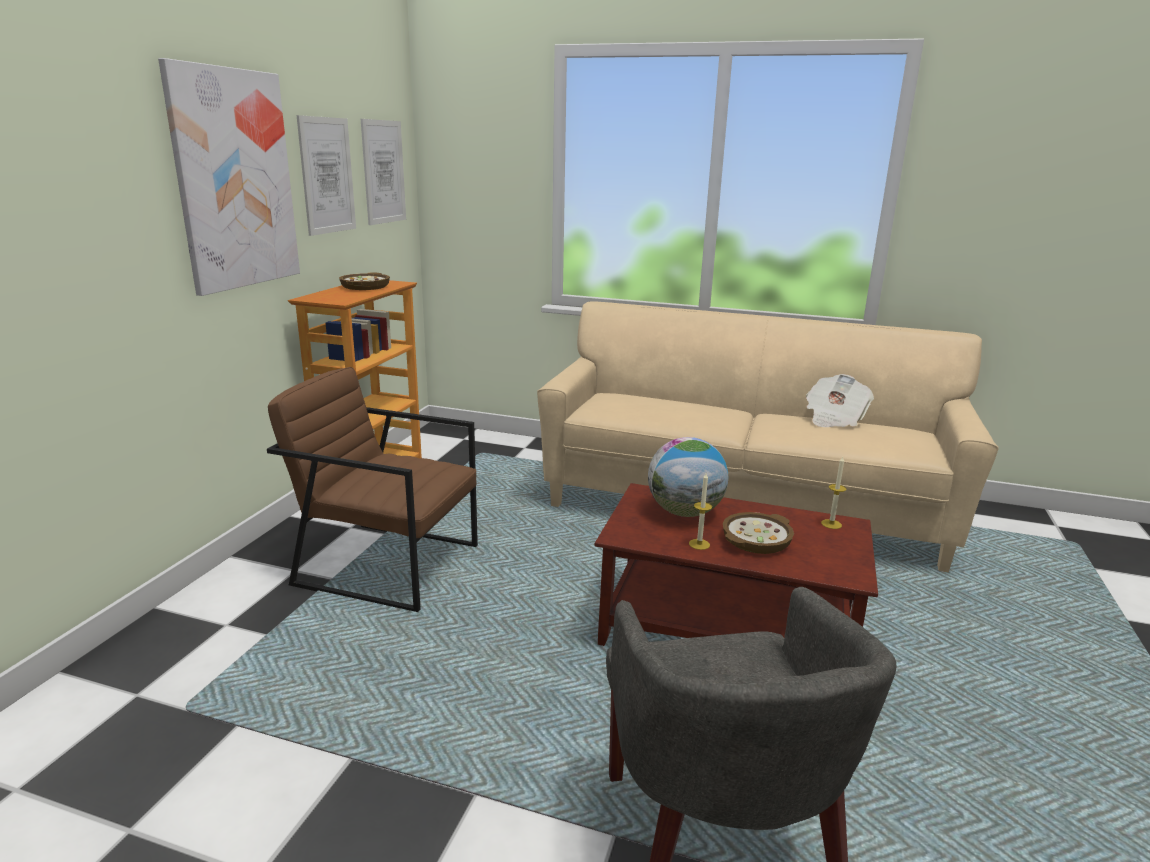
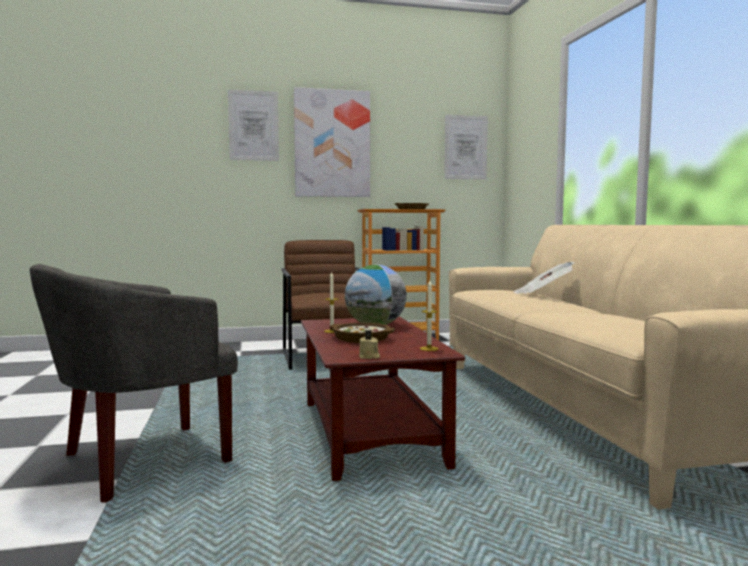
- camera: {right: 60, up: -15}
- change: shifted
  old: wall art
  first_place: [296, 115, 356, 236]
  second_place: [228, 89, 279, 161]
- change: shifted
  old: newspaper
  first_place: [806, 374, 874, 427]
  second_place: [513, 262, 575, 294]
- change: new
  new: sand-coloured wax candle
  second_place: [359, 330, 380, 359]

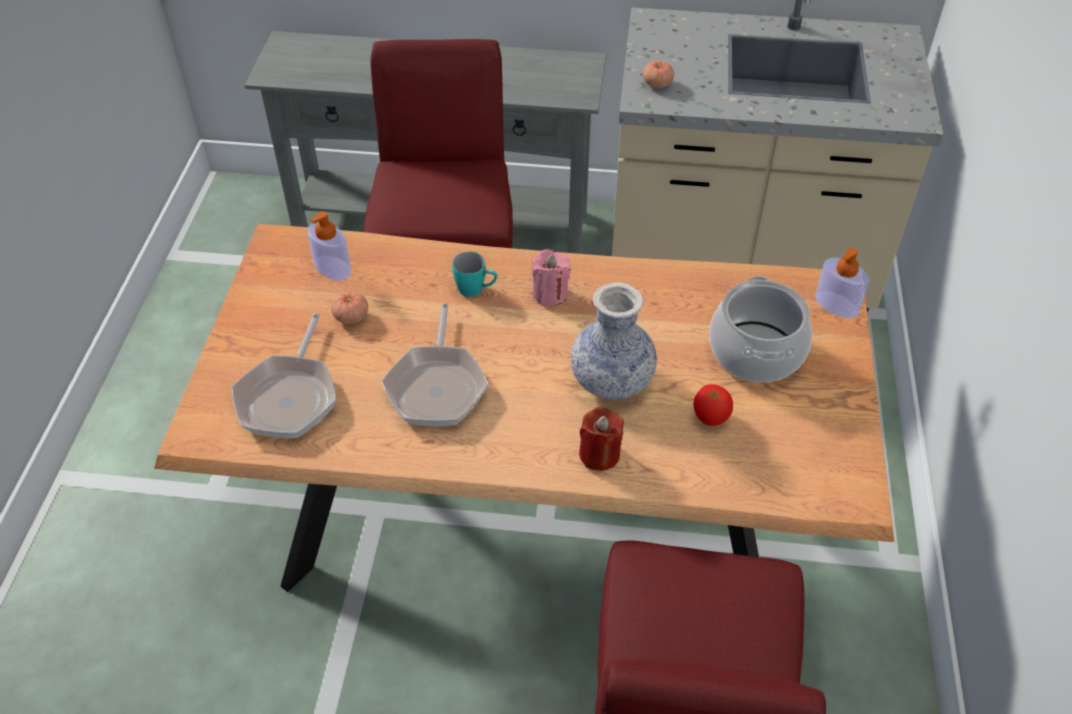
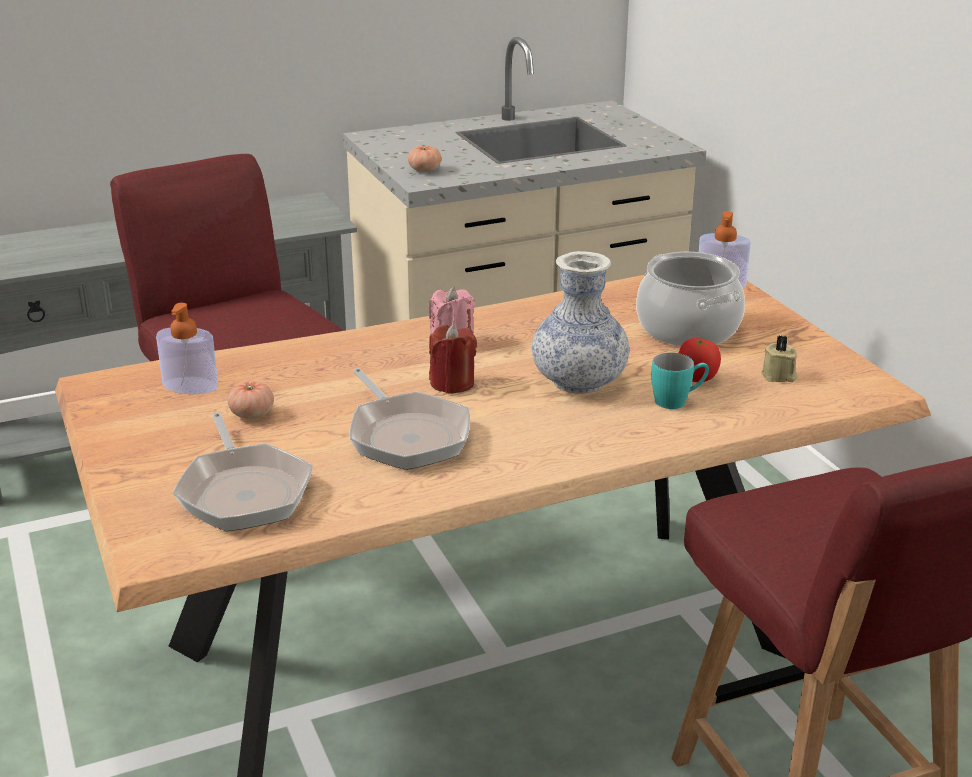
- camera: {right: -30, up: -20}
- change: shifted
  old: blue-green tea mug
  first_place: [452, 252, 497, 297]
  second_place: [651, 353, 709, 409]
- change: shifted
  old: red-coloured wax candle
  first_place: [579, 407, 624, 471]
  second_place: [429, 324, 477, 394]
- change: new
  new: sand-coloured wax candle
  second_place: [761, 335, 798, 382]

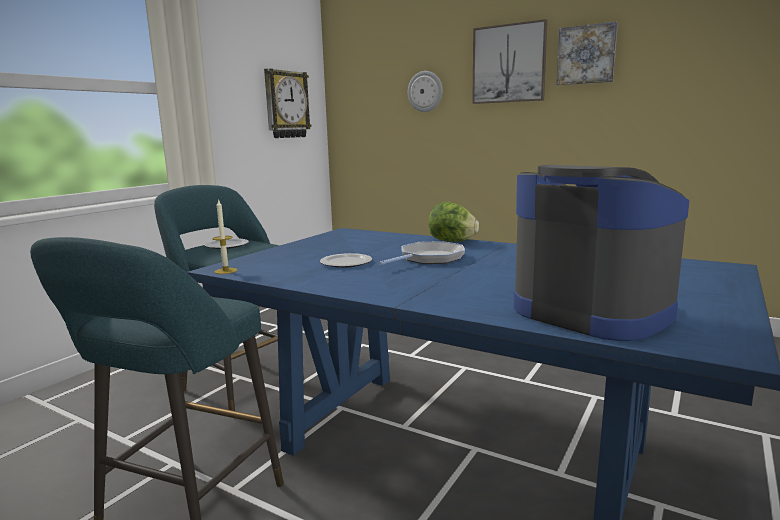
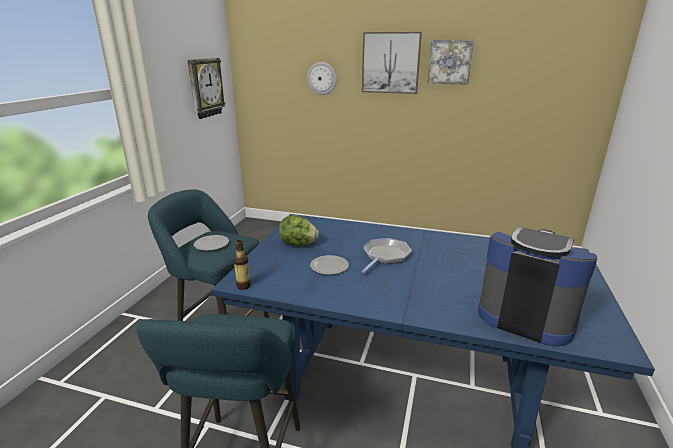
- camera: {right: -15, up: 10}
- change: swapped
  old: wax candle
  new: bottle
  first_place: [212, 199, 237, 274]
  second_place: [234, 240, 251, 290]
- change: shifted
  old: head of lettuce
  first_place: [429, 202, 479, 242]
  second_place: [279, 215, 319, 246]

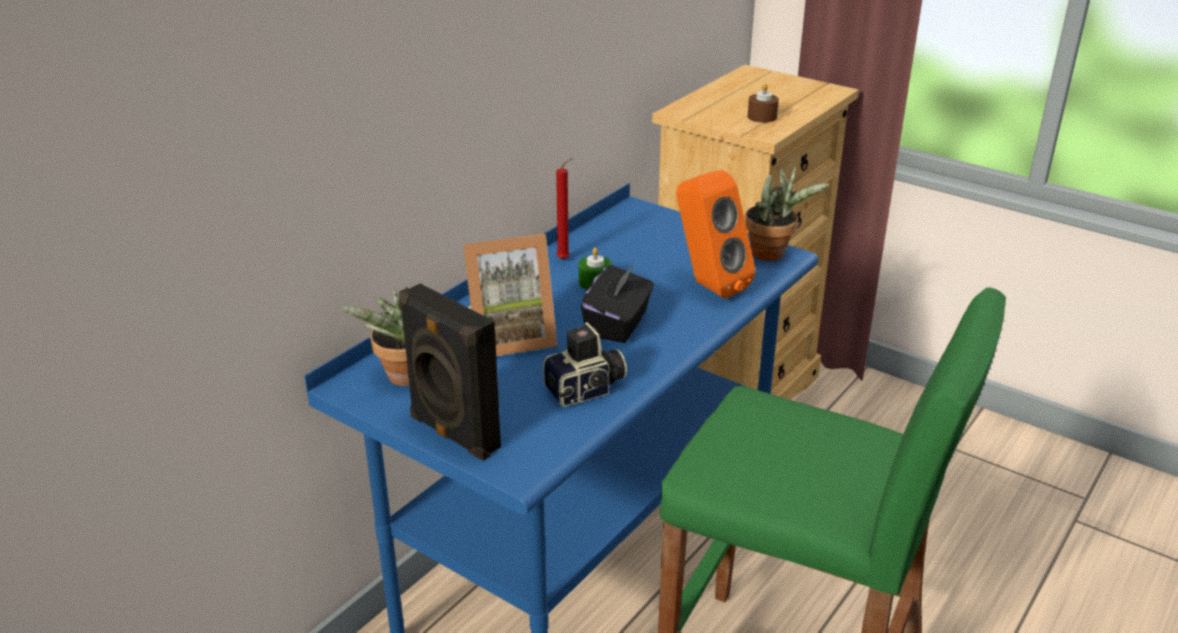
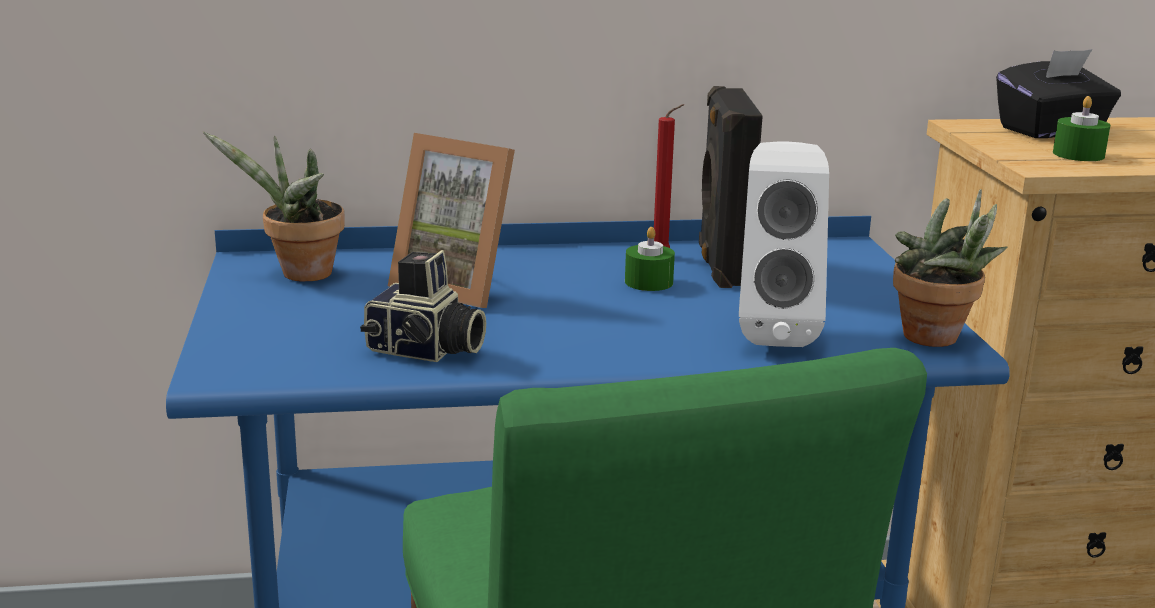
- camera: {right: 45, up: -10}
- change: shifted
  old: blackish audio speaker
  first_place: [399, 283, 501, 461]
  second_place: [699, 86, 763, 288]
- change: shifted
  old: blackish box of tissues
  first_place: [581, 264, 654, 343]
  second_place: [996, 49, 1121, 138]
- change: repainted
  old: orangey audio speaker
  new: whitish audio speaker
  first_place: [676, 170, 756, 299]
  second_place: [739, 142, 829, 347]
- change: repainted
  old: brown wax candle
  new: green wax candle
  first_place: [748, 83, 779, 123]
  second_place: [1053, 96, 1111, 161]

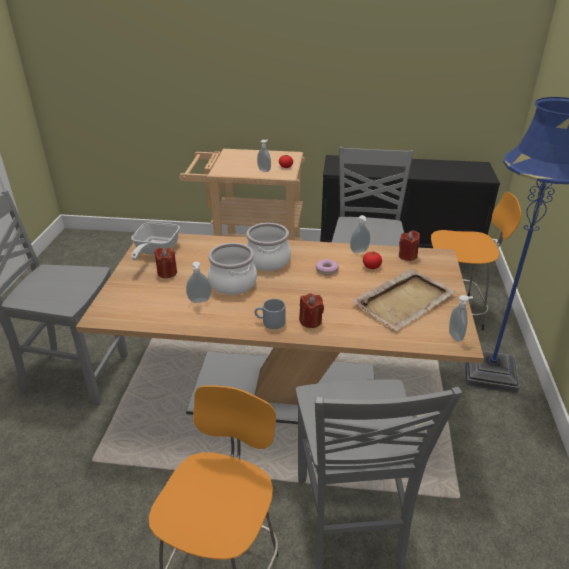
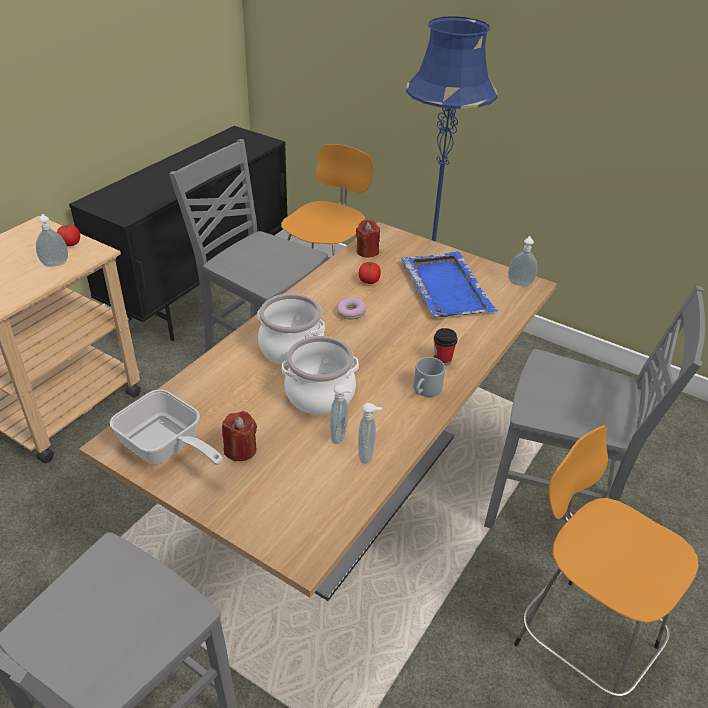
- camera: {right: -65, up: 5}
- change: swapped
  old: red-coloured wax candle
  new: cup
  first_place: [299, 293, 324, 328]
  second_place: [434, 328, 457, 366]
- change: shifted
  old: soap dispenser
  first_place: [350, 215, 370, 253]
  second_place: [358, 403, 382, 464]
- change: repainted
  old: sand-coloured carrying tray
  new: blue-coloured carrying tray
  first_place: [353, 268, 456, 331]
  second_place: [401, 252, 498, 317]

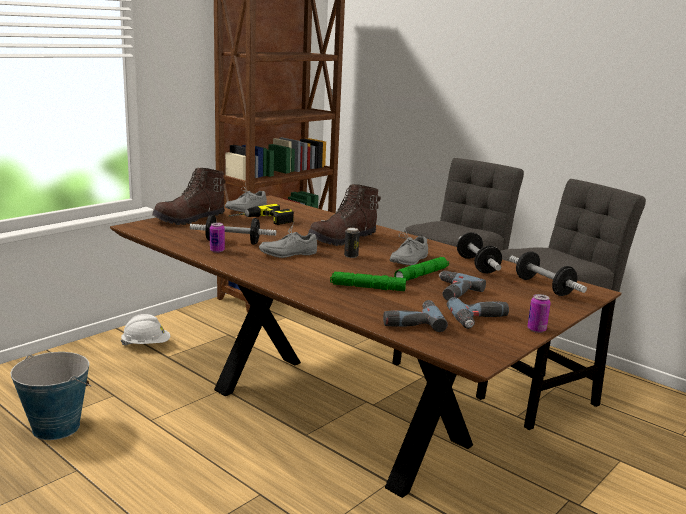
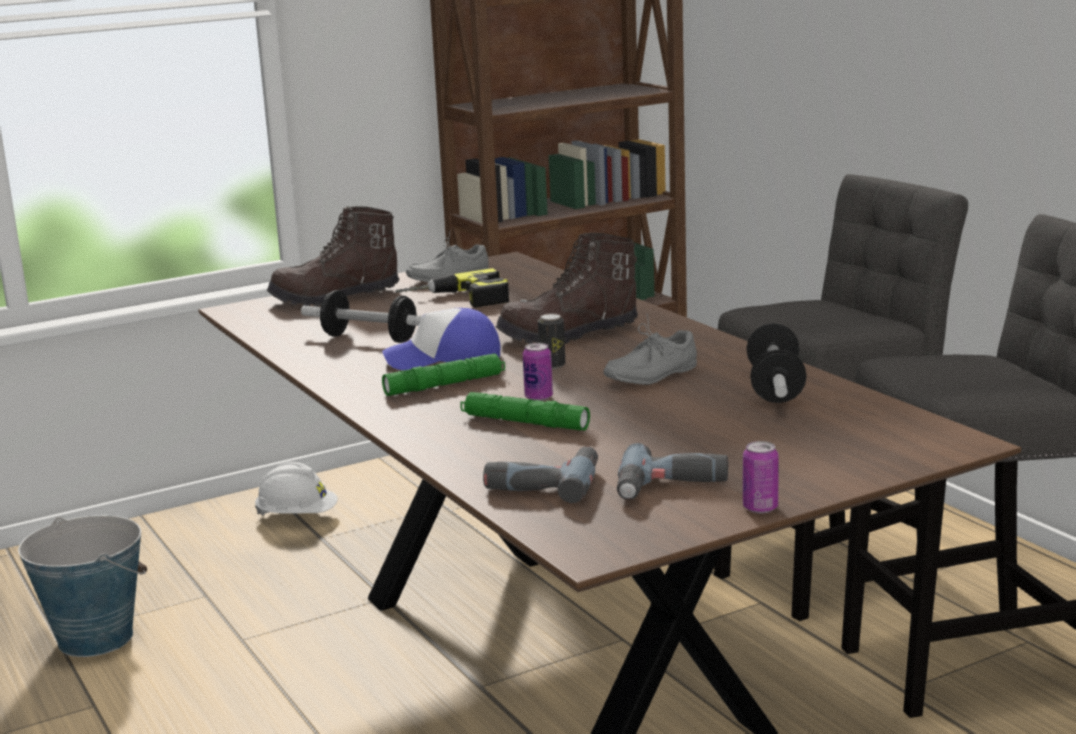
- camera: {right: 20, up: 0}
- change: shifted
  old: can
  first_place: [210, 223, 225, 253]
  second_place: [523, 343, 553, 401]
- change: swapped
  old: gray item of footwear
  new: baseball cap
  first_place: [259, 223, 317, 258]
  second_place: [382, 308, 501, 370]
- change: shifted
  old: green hand torch
  first_place: [394, 257, 449, 281]
  second_place: [382, 354, 505, 396]
- change: gone
  old: power drill
  first_place: [439, 270, 486, 301]
- change: gone
  old: free weight
  first_place: [509, 251, 587, 296]

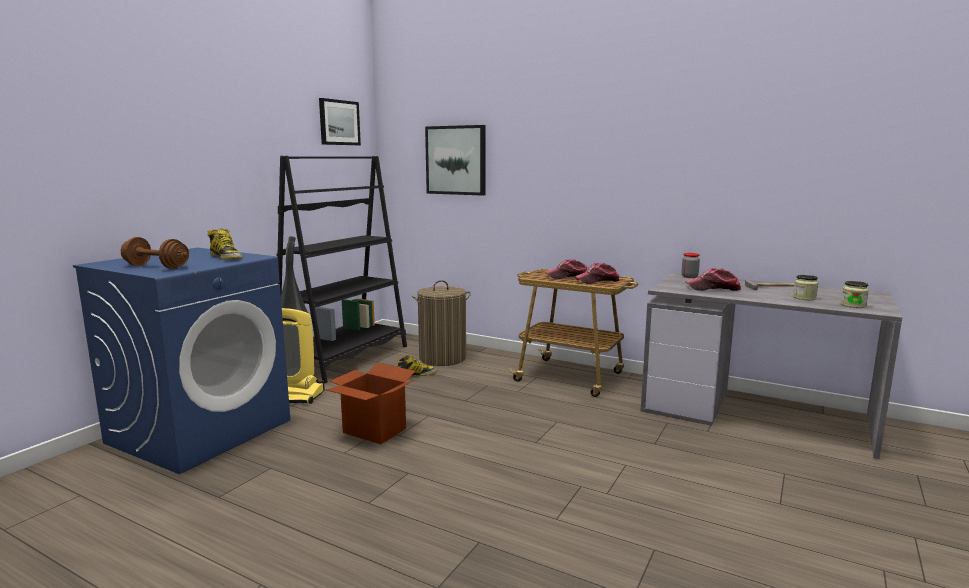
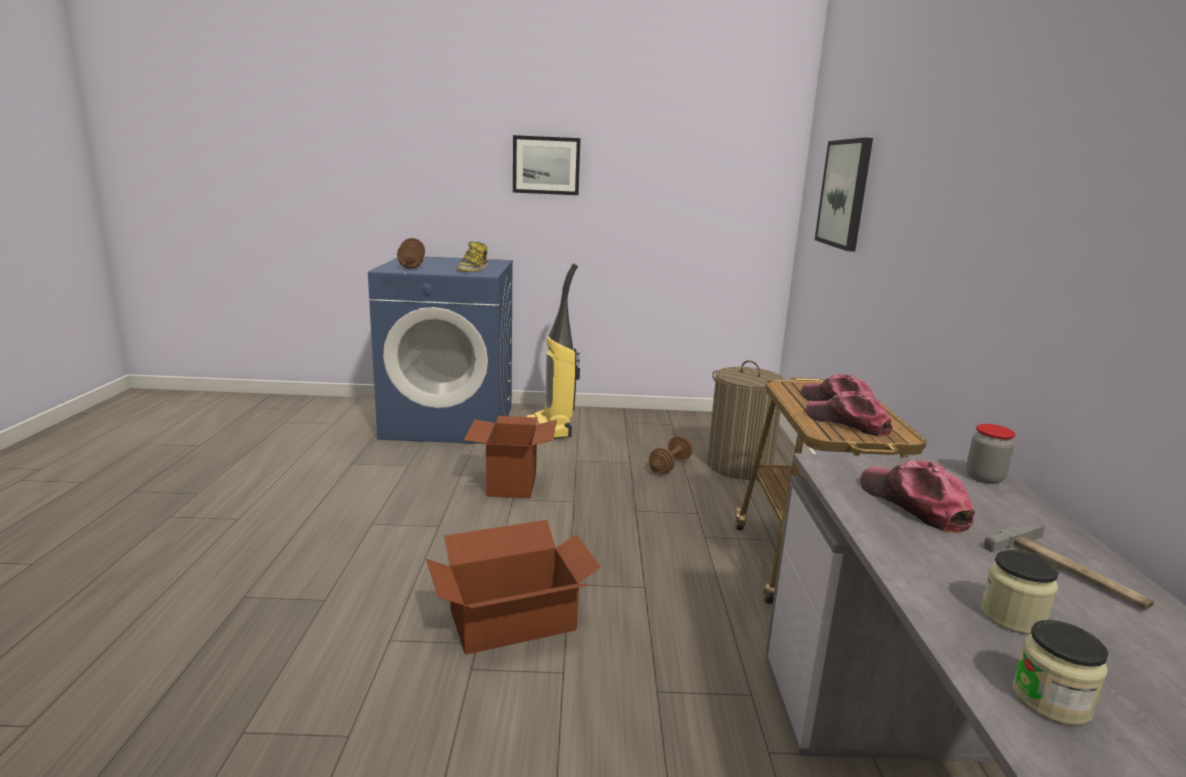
- camera: {right: 60, up: 5}
- change: gone
  old: blackish shelving unit
  first_place: [276, 156, 407, 383]
- change: shifted
  old: wall art
  first_place: [319, 98, 361, 145]
  second_place: [513, 135, 581, 195]
- change: swapped
  old: boot
  new: brown free weight
  first_place: [397, 355, 437, 377]
  second_place: [649, 436, 693, 474]
- change: new
  new: cardboard box
  second_place: [426, 520, 600, 655]

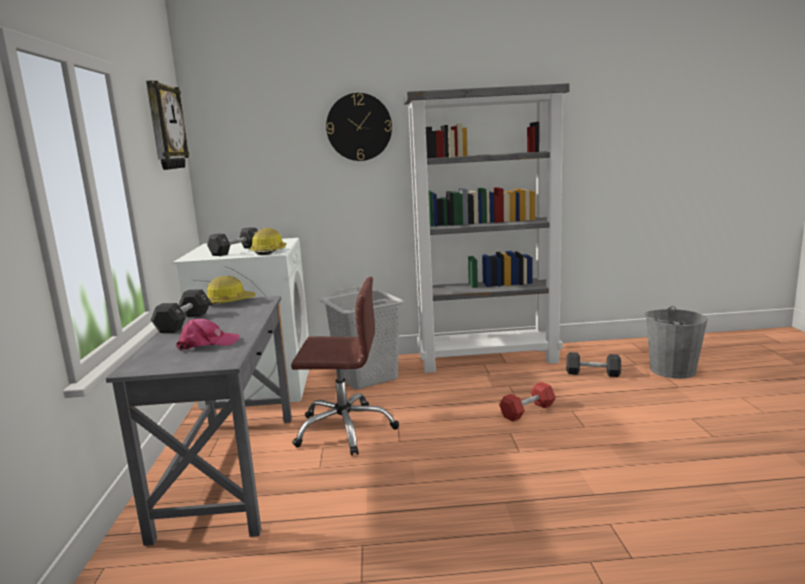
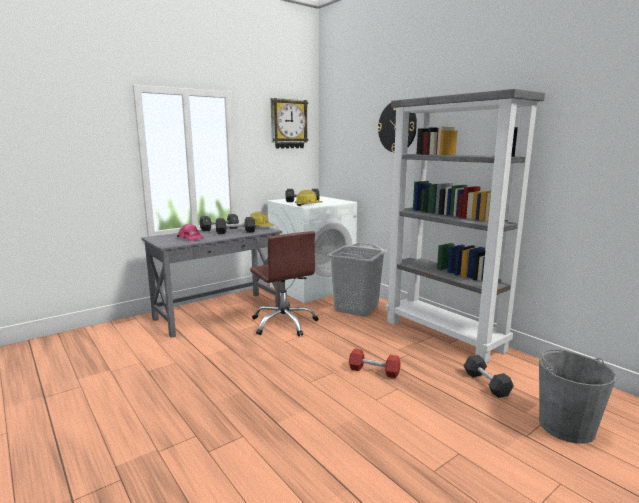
- camera: {right: 55, up: 0}
- change: new
  new: blackish free weight
  second_place: [216, 217, 255, 234]

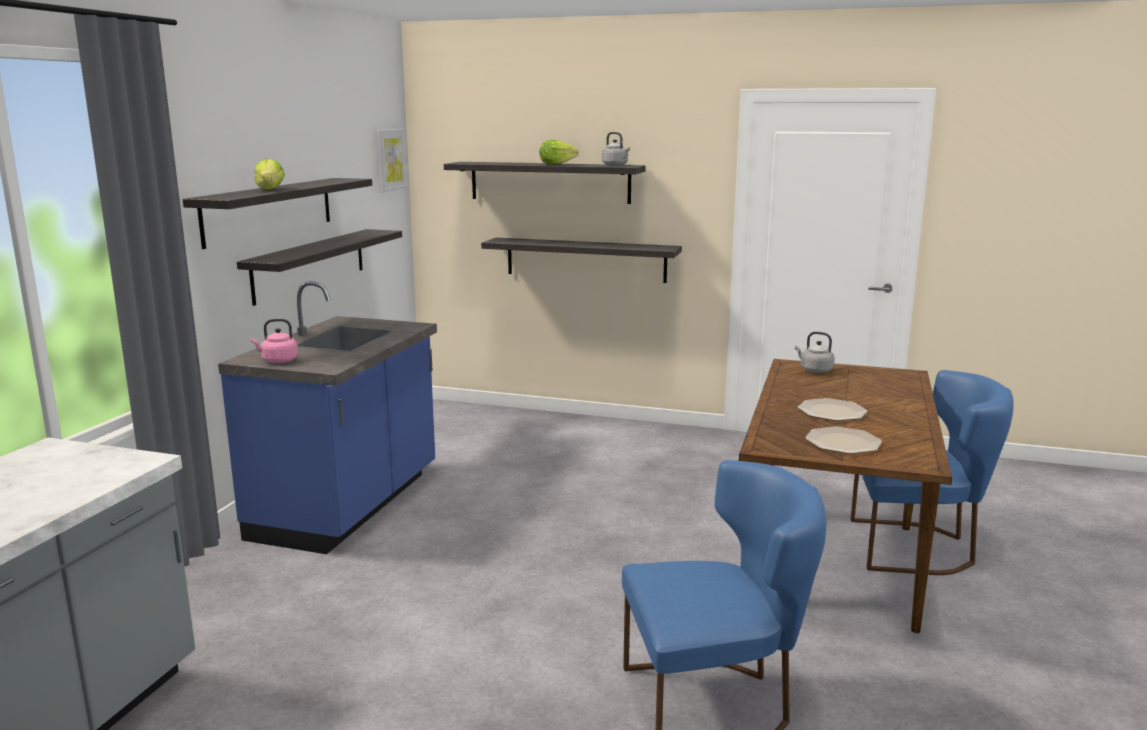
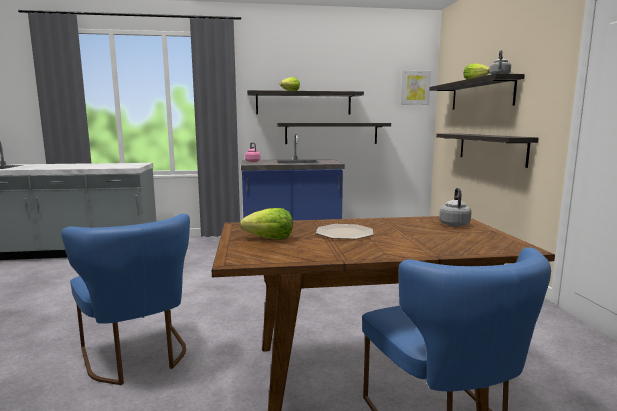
- camera: {right: 65, up: -5}
- change: swapped
  old: flat dish
  new: head of lettuce
  first_place: [805, 427, 882, 454]
  second_place: [240, 208, 293, 239]

